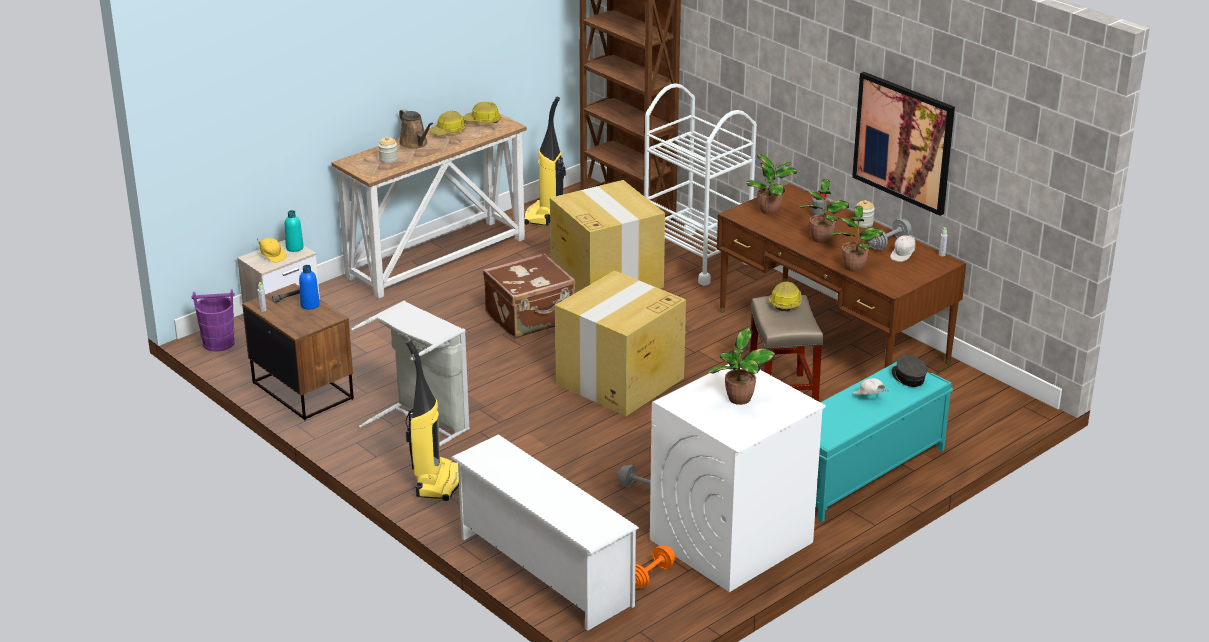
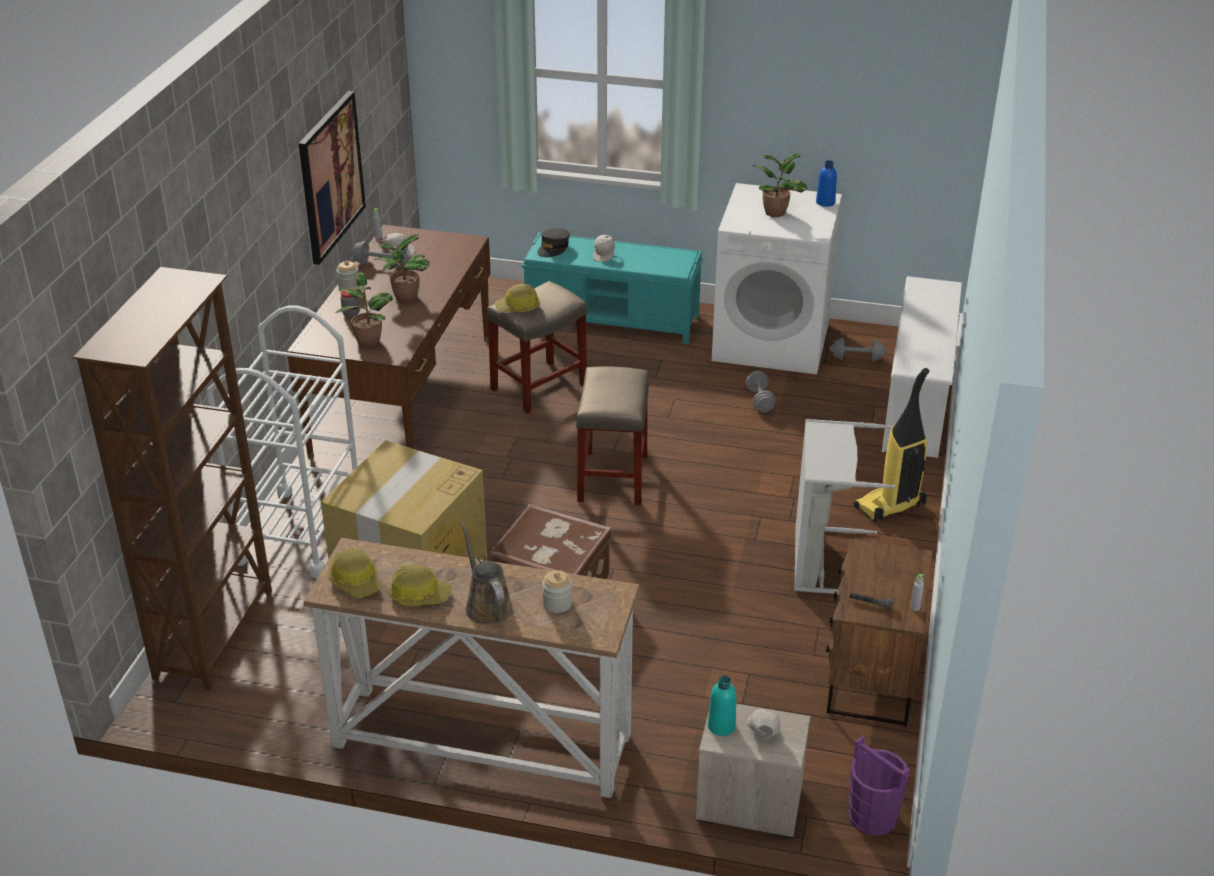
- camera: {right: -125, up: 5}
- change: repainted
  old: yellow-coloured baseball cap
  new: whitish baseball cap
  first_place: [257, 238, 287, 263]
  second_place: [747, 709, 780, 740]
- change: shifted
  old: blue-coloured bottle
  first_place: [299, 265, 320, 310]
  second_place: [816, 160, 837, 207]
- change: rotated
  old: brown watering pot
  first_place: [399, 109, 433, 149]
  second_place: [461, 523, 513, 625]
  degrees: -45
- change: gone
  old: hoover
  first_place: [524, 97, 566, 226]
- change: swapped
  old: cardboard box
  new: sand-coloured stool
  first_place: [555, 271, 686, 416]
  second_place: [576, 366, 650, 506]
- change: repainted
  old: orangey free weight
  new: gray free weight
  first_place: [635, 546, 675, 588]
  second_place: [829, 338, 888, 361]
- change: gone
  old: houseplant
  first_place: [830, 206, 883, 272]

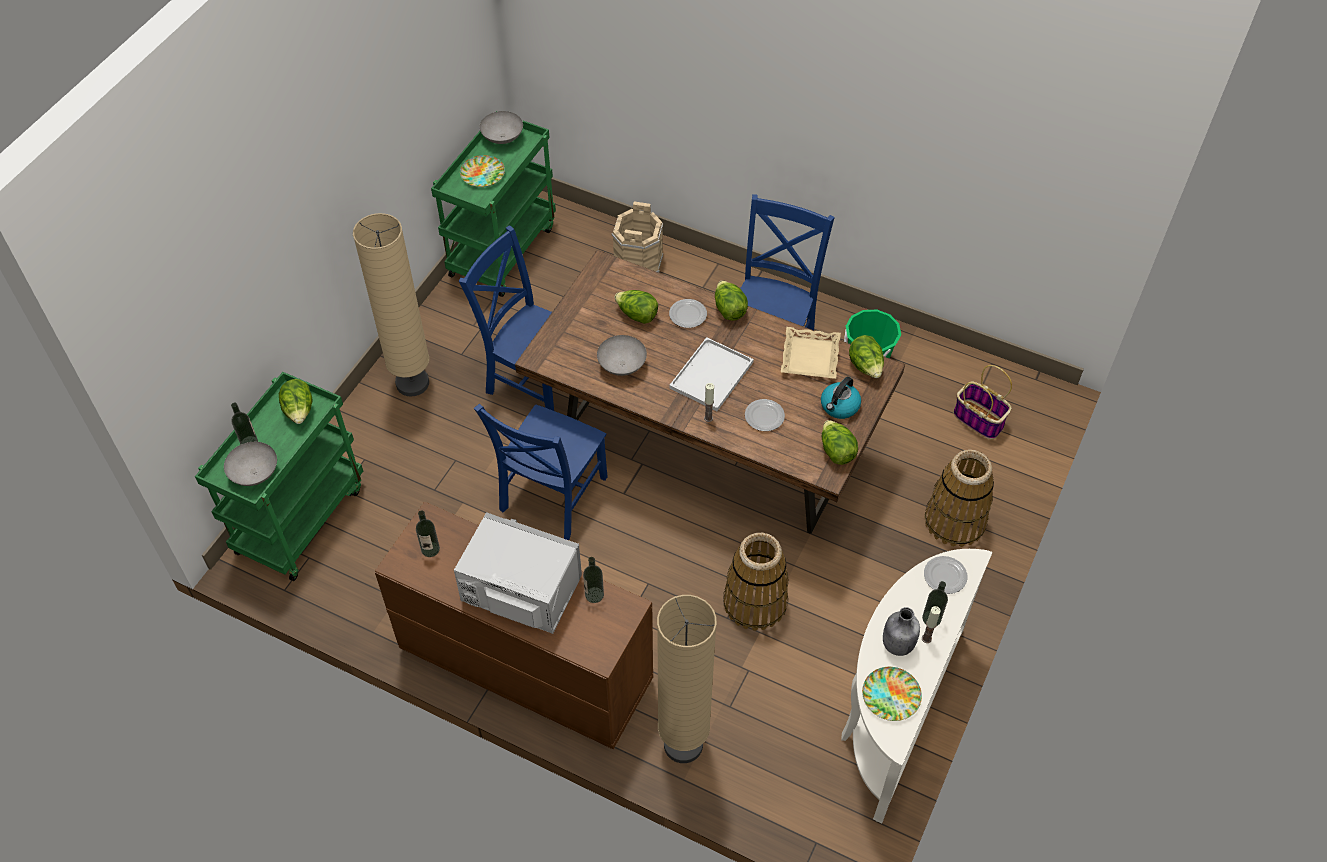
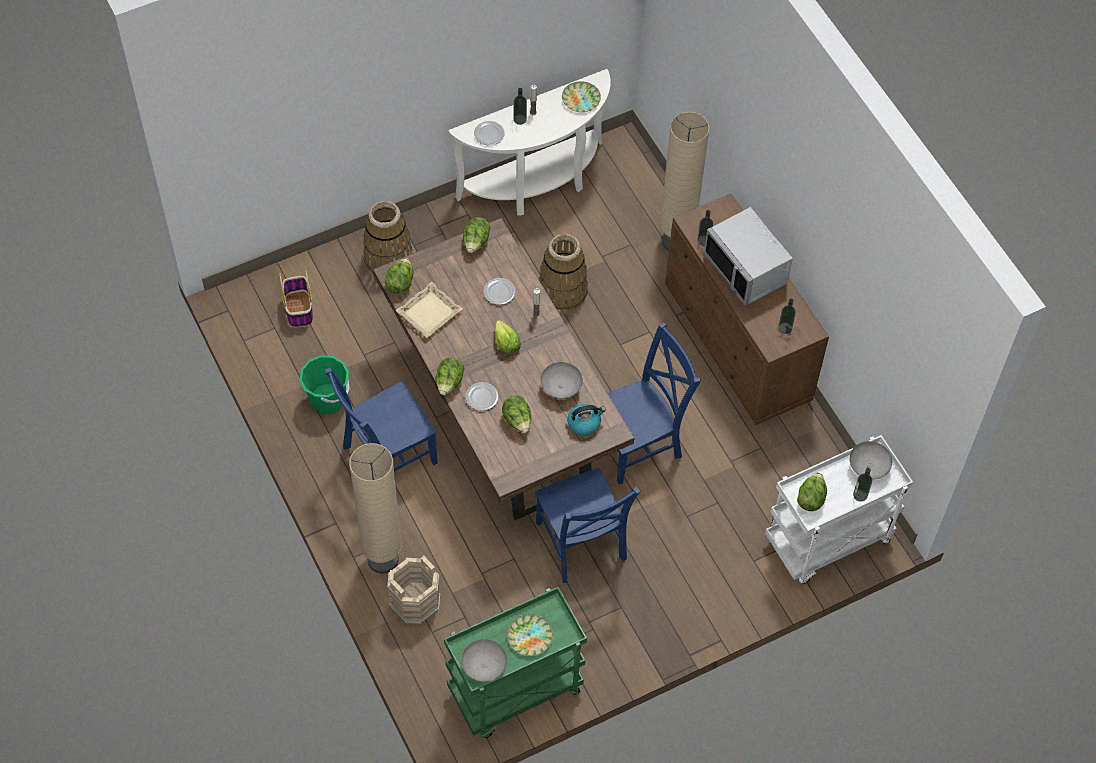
- camera: {right: -145, up: 5}
- change: repainted
  old: green wheeled cart
  new: whitish wheeled cart
  first_place: [195, 372, 363, 581]
  second_place: [765, 435, 913, 584]
- change: shifted
  old: sand-coloured floor lamp
  first_place: [353, 213, 429, 397]
  second_place: [349, 443, 402, 574]
- change: swapped
  old: whitish carrying tray
  new: head of lettuce
  first_place: [669, 337, 754, 411]
  second_place: [495, 320, 521, 354]
- change: shifted
  old: tea kettle
  first_place: [821, 377, 861, 419]
  second_place: [567, 404, 606, 436]
- change: gone
  old: gray bottle
  first_place: [883, 607, 920, 656]

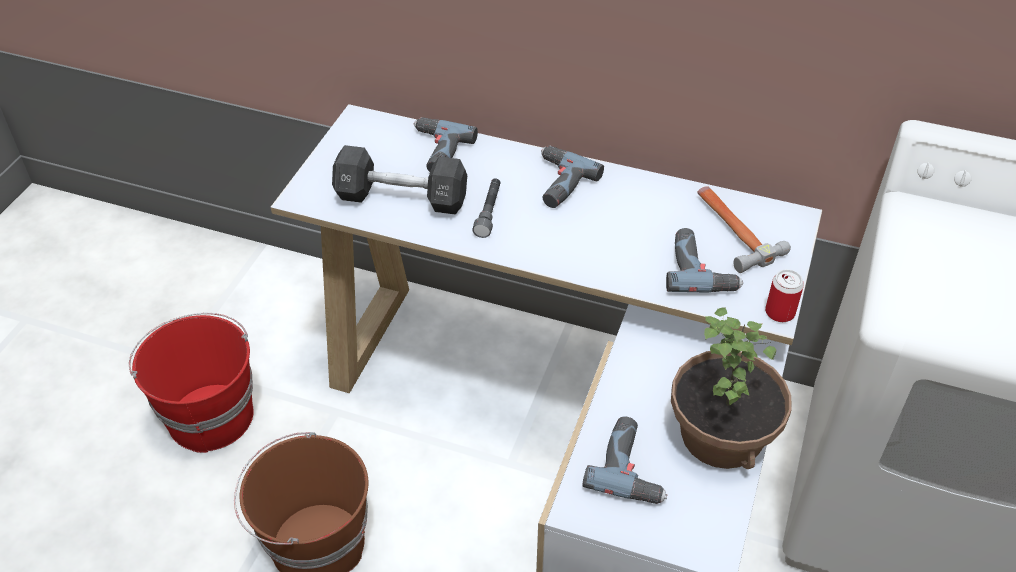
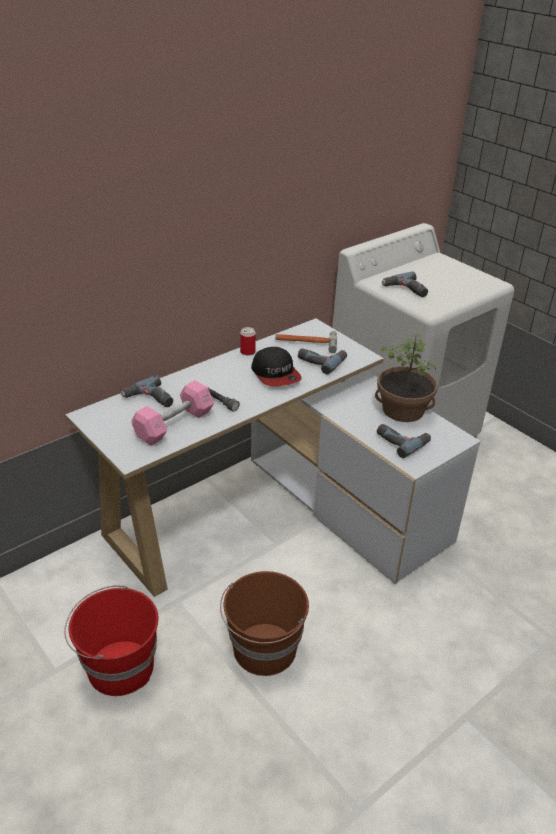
- camera: {right: -60, up: -10}
- change: repainted
  old: blackish free weight
  new: pink-coloured free weight
  first_place: [332, 145, 467, 215]
  second_place: [131, 380, 214, 446]
- change: shifted
  old: power drill
  first_place: [541, 146, 604, 208]
  second_place: [382, 271, 428, 297]
- change: shifted
  old: can
  first_place: [765, 269, 804, 322]
  second_place: [240, 327, 256, 355]
- change: new
  new: baseball cap
  second_place: [251, 347, 302, 387]

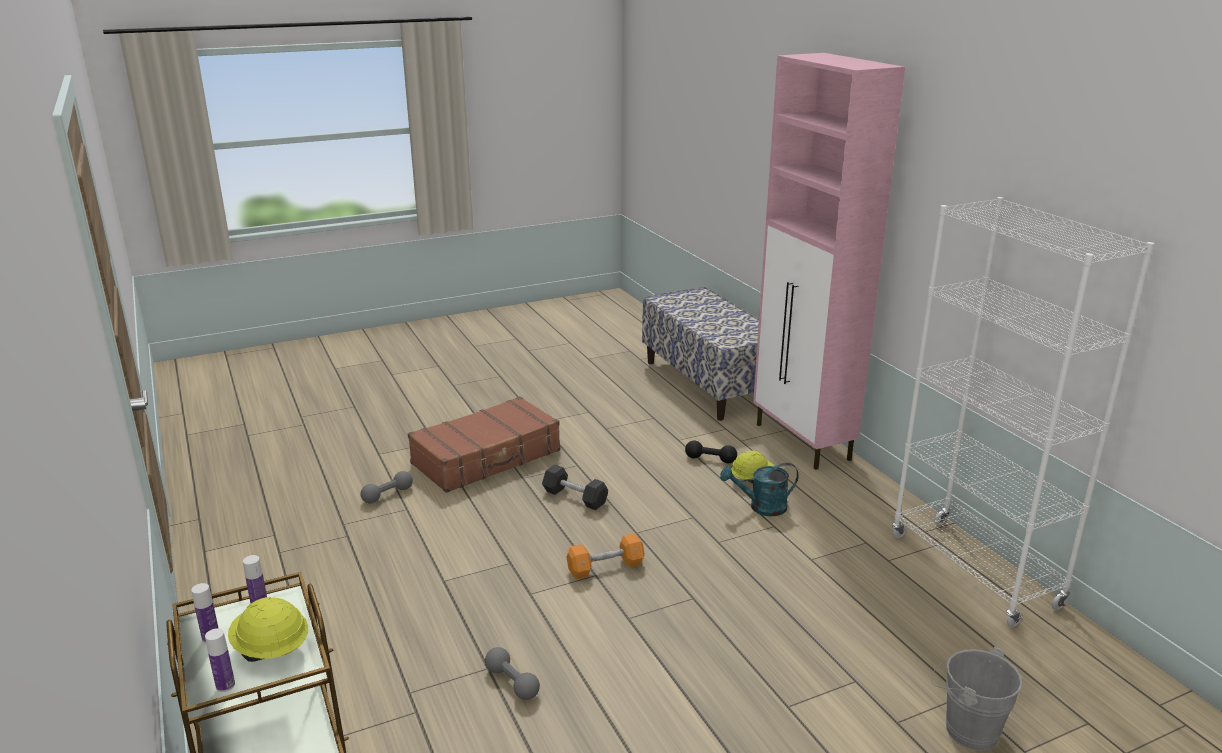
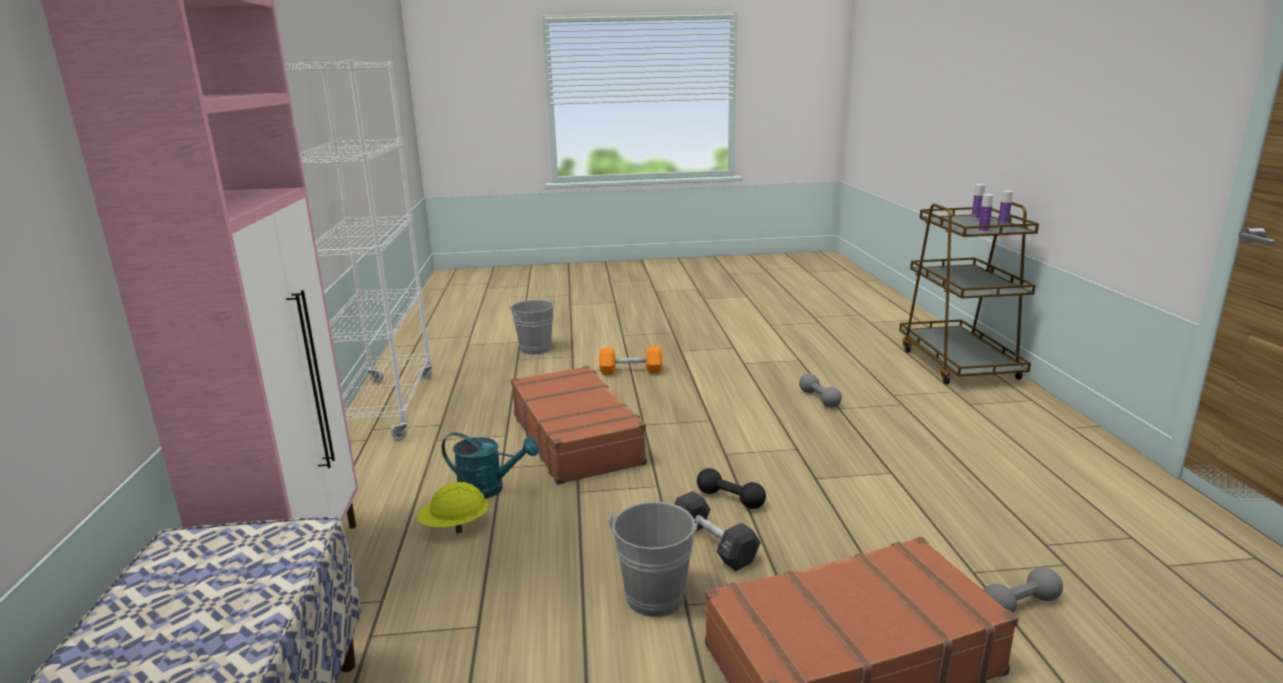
- camera: {right: -160, up: -5}
- change: gone
  old: yellow-coloured safety helmet
  first_place: [228, 597, 308, 662]
- change: shifted
  old: orangey free weight
  first_place: [566, 533, 645, 579]
  second_place: [599, 346, 662, 375]
- change: shifted
  old: blackish free weight
  first_place: [685, 441, 737, 463]
  second_place: [697, 468, 766, 509]
- change: new
  new: brown travel case
  second_place: [511, 366, 647, 485]
- change: new
  new: gray water bucket
  second_place: [609, 501, 699, 618]

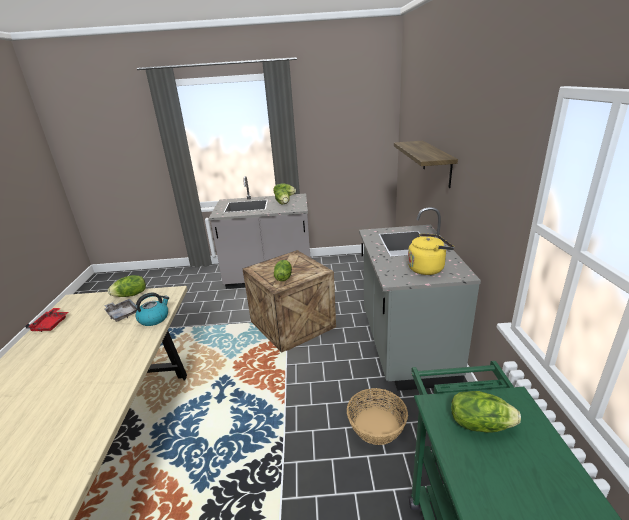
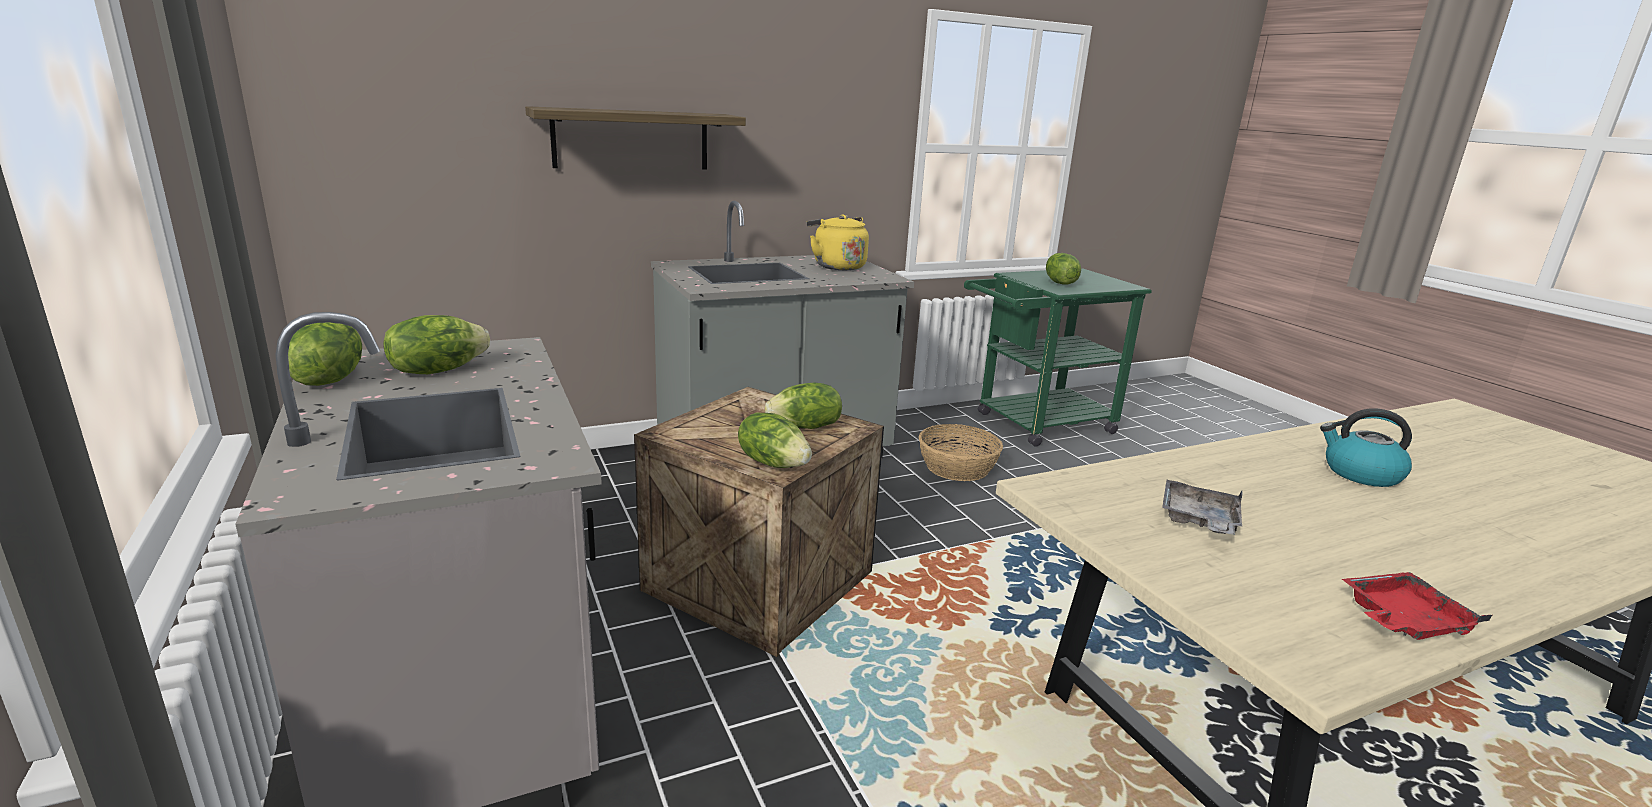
- camera: {right: -115, up: -5}
- change: shifted
  old: head of lettuce
  first_place: [108, 275, 146, 297]
  second_place: [738, 412, 812, 468]
- change: shifted
  old: tea kettle
  first_place: [135, 293, 169, 326]
  second_place: [1320, 408, 1412, 487]

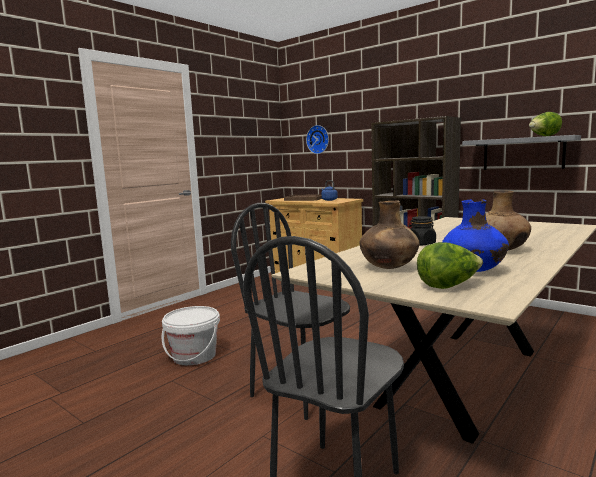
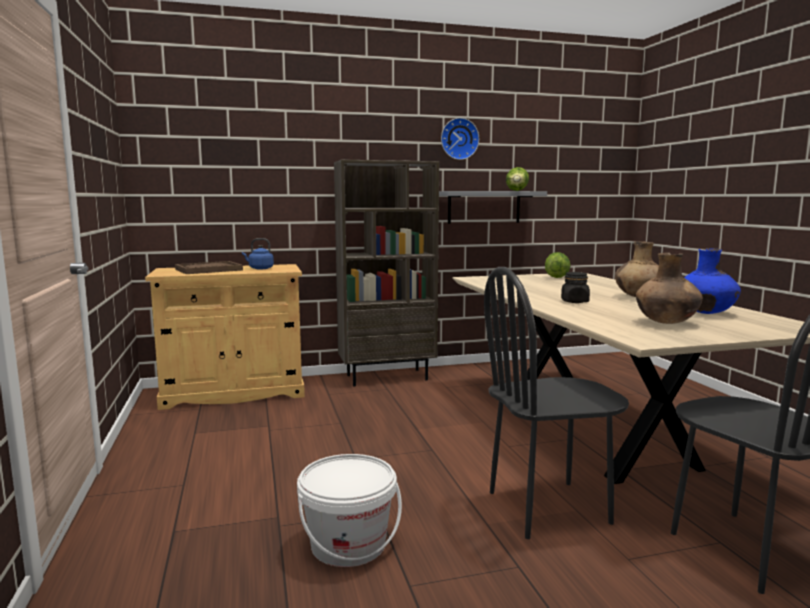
- camera: {right: -55, up: 0}
- change: shifted
  old: clock on the wall
  first_place: [306, 125, 329, 154]
  second_place: [441, 118, 479, 160]
- change: shifted
  old: head of lettuce
  first_place: [417, 242, 483, 289]
  second_place: [545, 252, 570, 278]

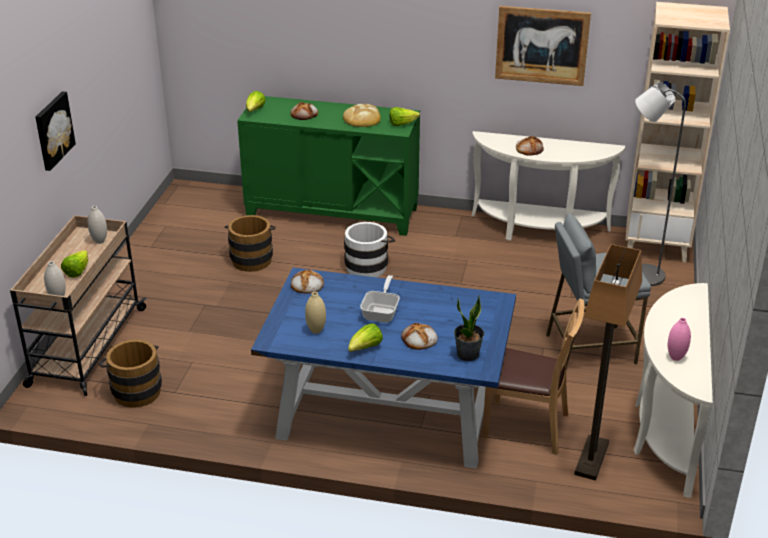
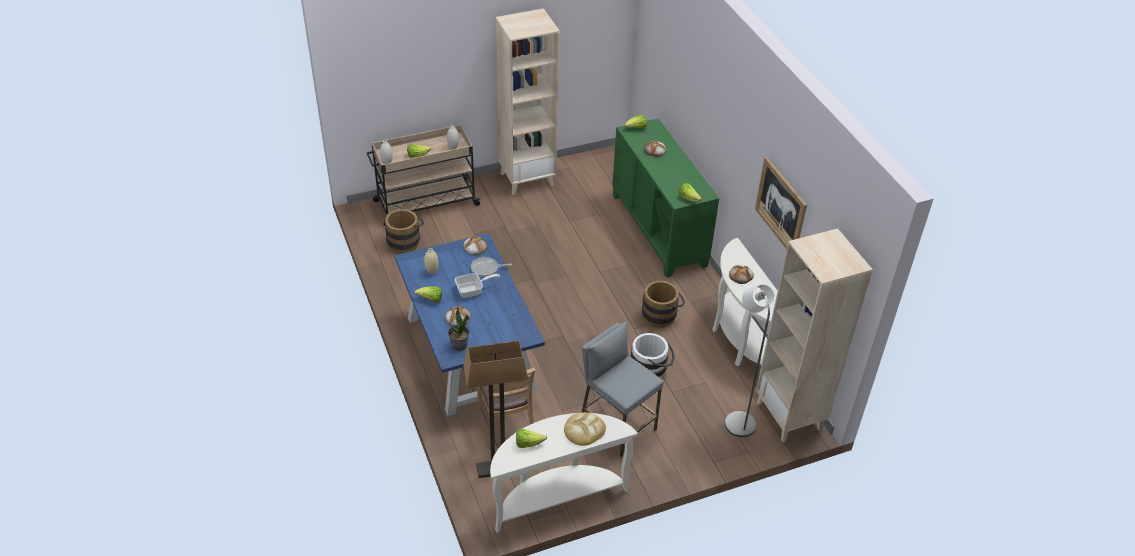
- camera: {right: 55, up: 10}
- change: gone
  old: wall art
  first_place: [36, 91, 76, 171]
- change: shifted
  old: brown water bucket
  first_place: [224, 215, 276, 272]
  second_place: [642, 281, 685, 328]
- change: shifted
  old: baked bread
  first_place: [343, 104, 381, 127]
  second_place: [564, 412, 606, 446]
- change: shifted
  old: whitish water bucket
  first_place: [344, 222, 395, 277]
  second_place: [631, 332, 675, 378]
- change: swapped
  old: pink-coloured vase
  new: head of lettuce
  first_place: [668, 318, 691, 361]
  second_place: [516, 428, 547, 448]
- change: new
  new: pan
  second_place: [471, 257, 512, 277]
- change: new
  new: sand-coloured shelving unit
  second_place: [496, 8, 560, 195]

